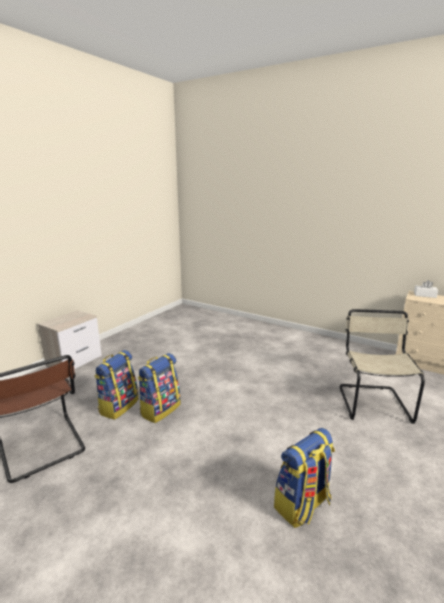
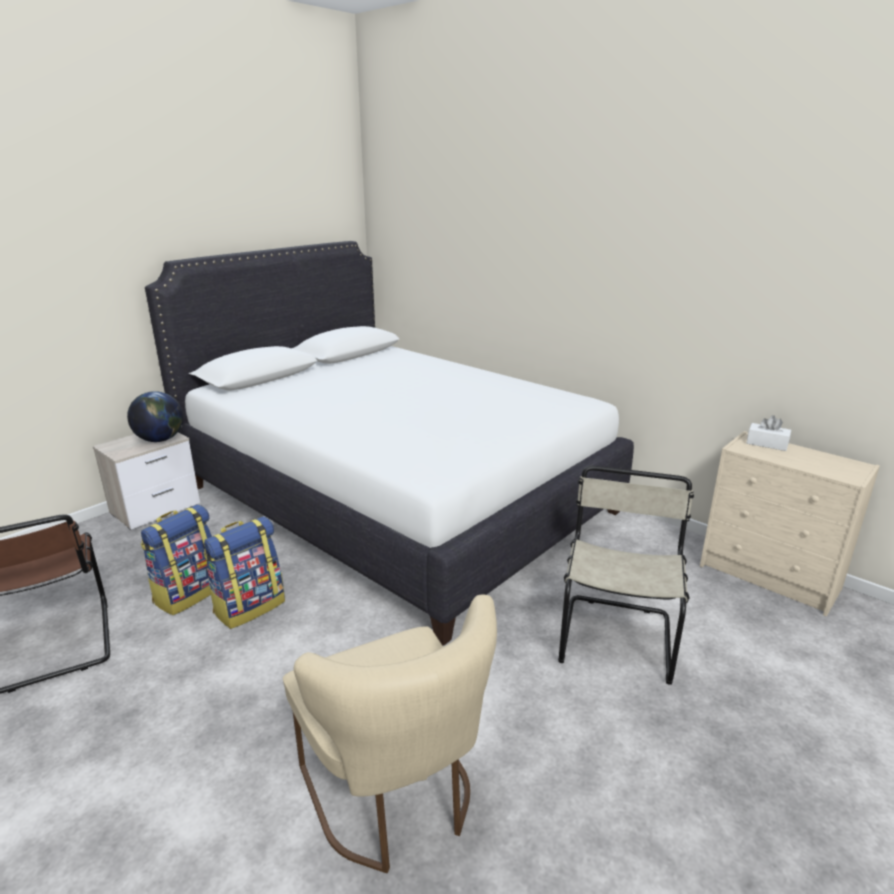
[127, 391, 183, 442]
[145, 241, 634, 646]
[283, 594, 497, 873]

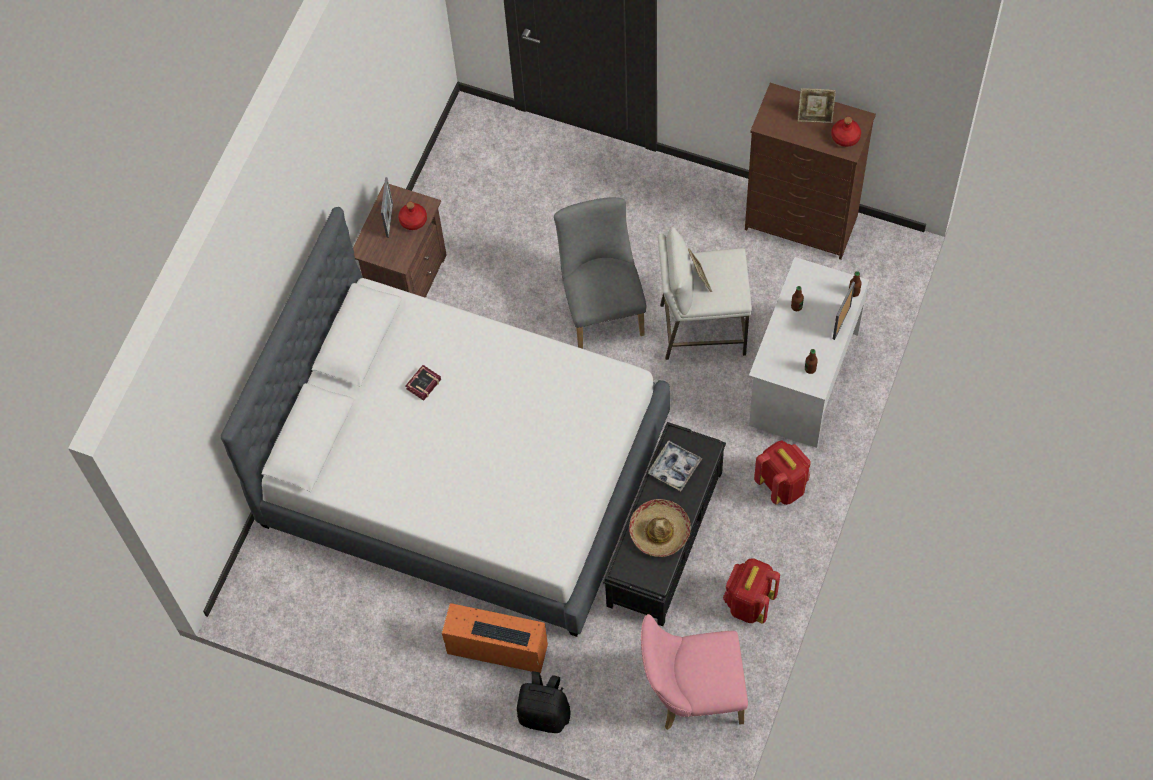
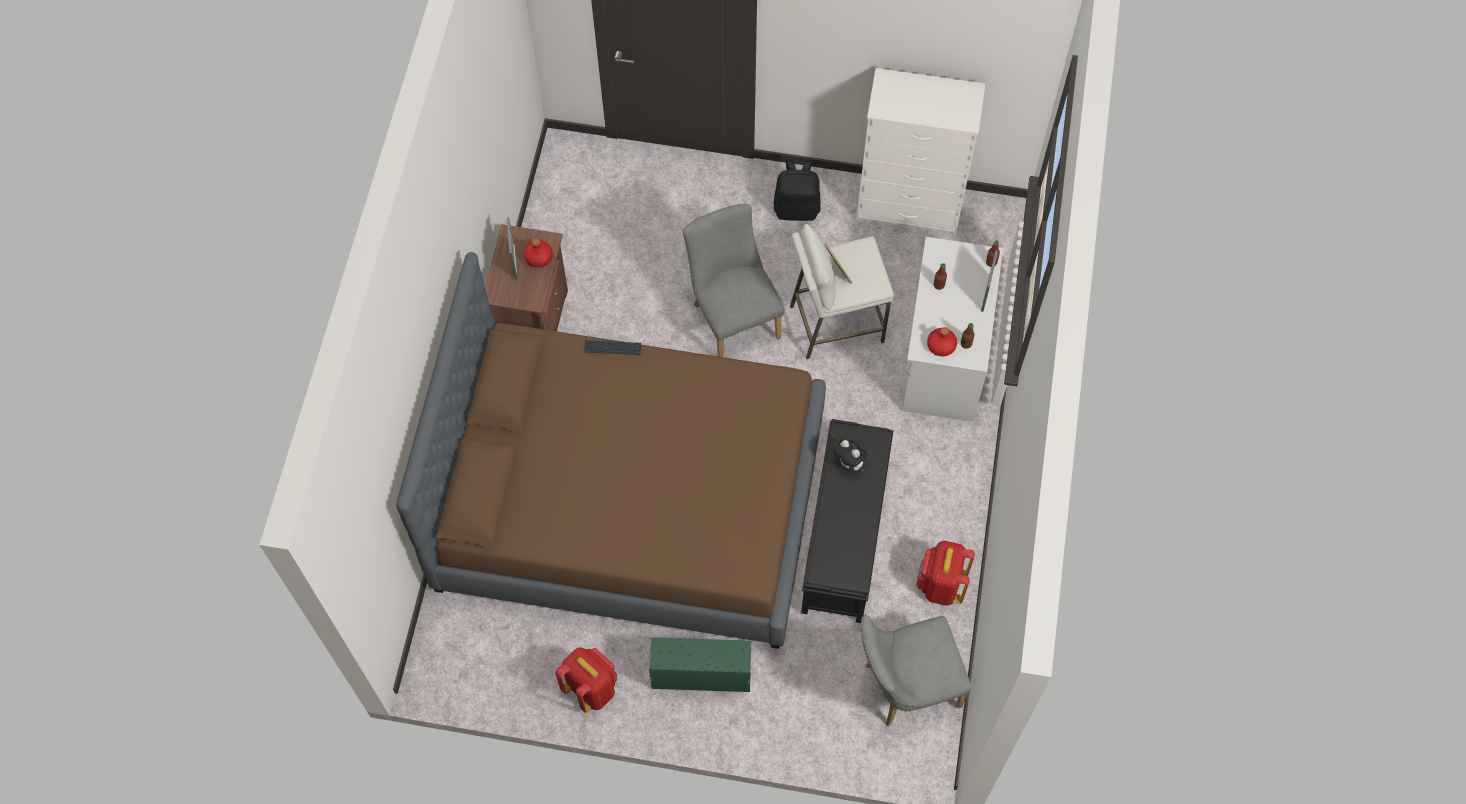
[405, 365, 441, 401] (first image)
[629, 499, 691, 557] (first image)
[798, 88, 836, 123] (first image)
[584, 340, 641, 355]
[773, 160, 821, 221]
[555, 648, 617, 713]
[927, 327, 957, 356]
[833, 439, 868, 471]
[396, 252, 826, 649]
[649, 637, 751, 692]
[861, 615, 972, 726]
[856, 68, 985, 236]

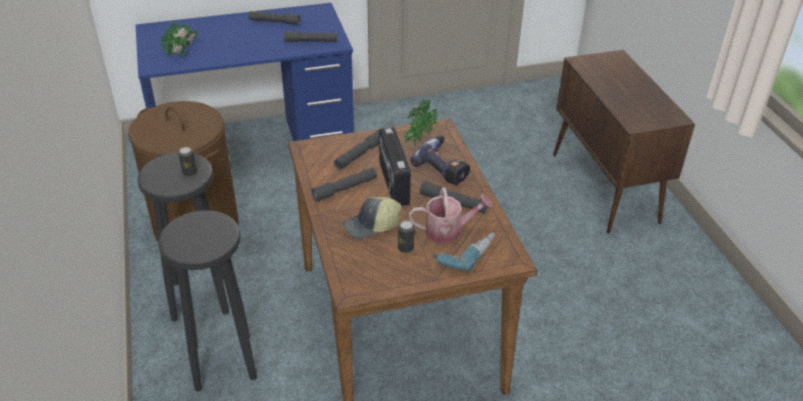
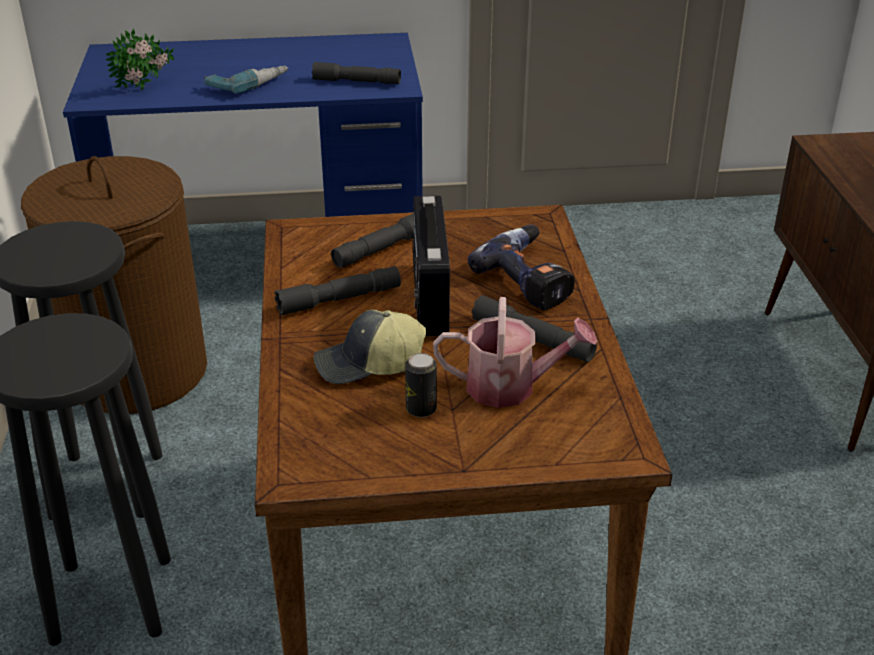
[178, 147, 197, 177] (first image)
[248, 11, 300, 25] (first image)
[404, 99, 438, 147] (first image)
[204, 66, 288, 93]

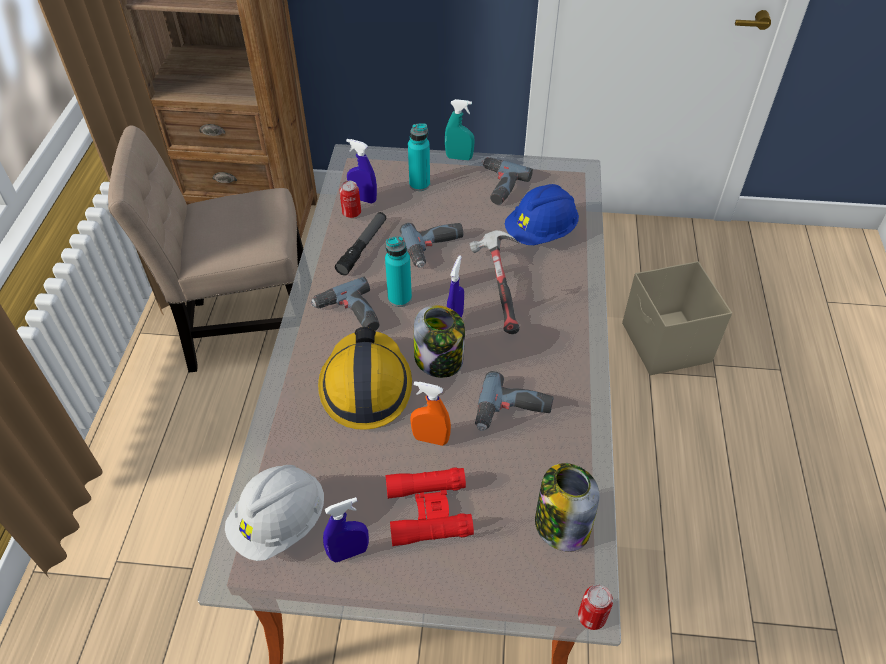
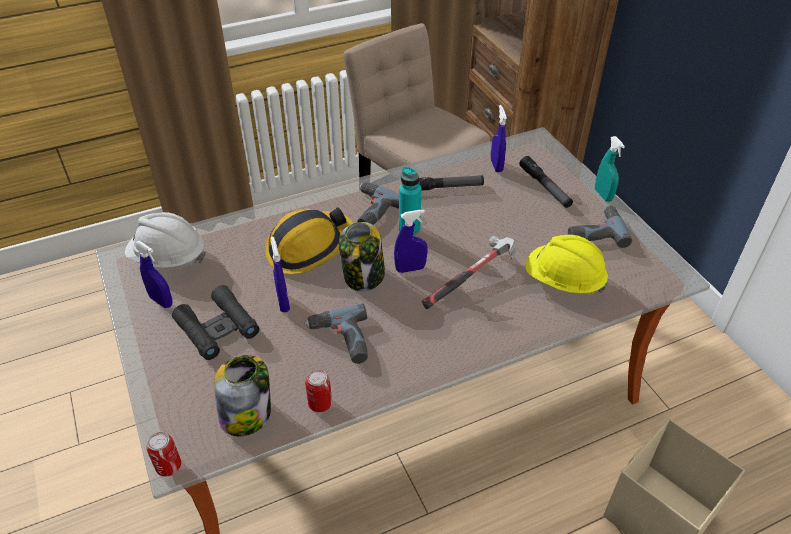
[400, 223, 464, 268] (first image)
[305, 369, 332, 412]
[519, 156, 573, 208]
[172, 285, 259, 360]
[271, 237, 290, 312]
[525, 235, 608, 294]

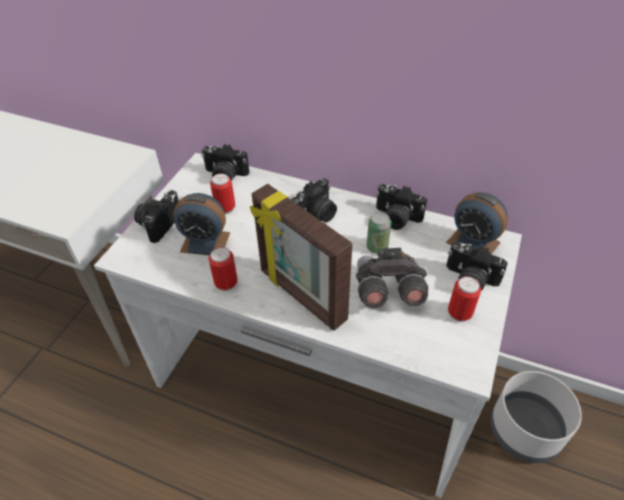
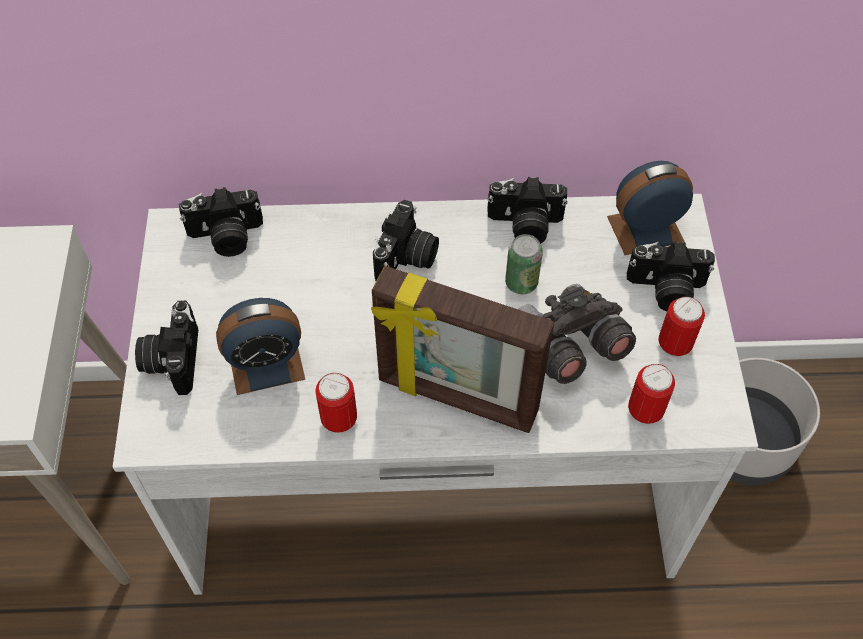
[628, 364, 675, 424]
[607, 161, 693, 255]

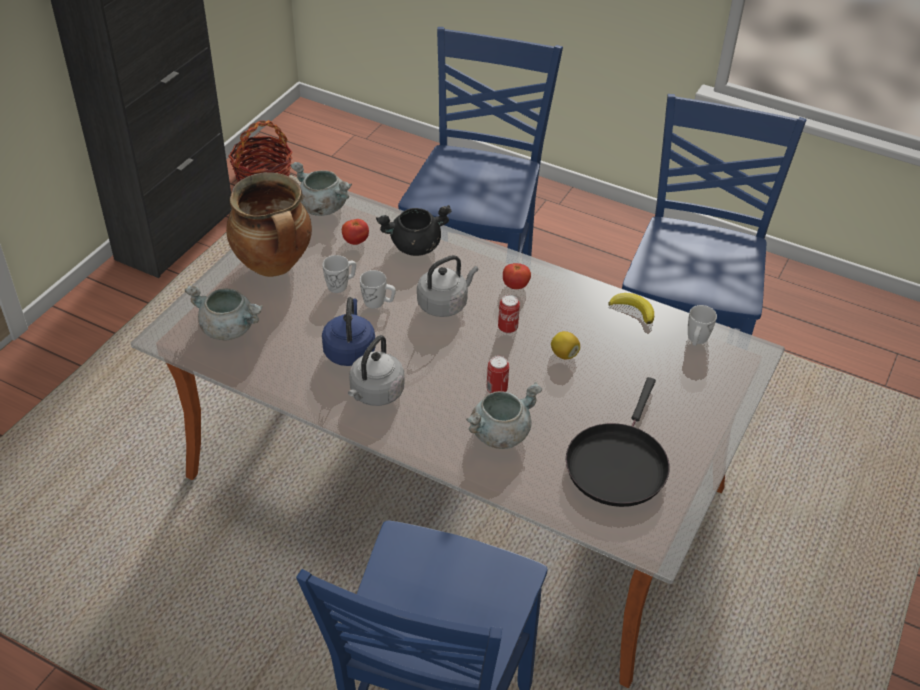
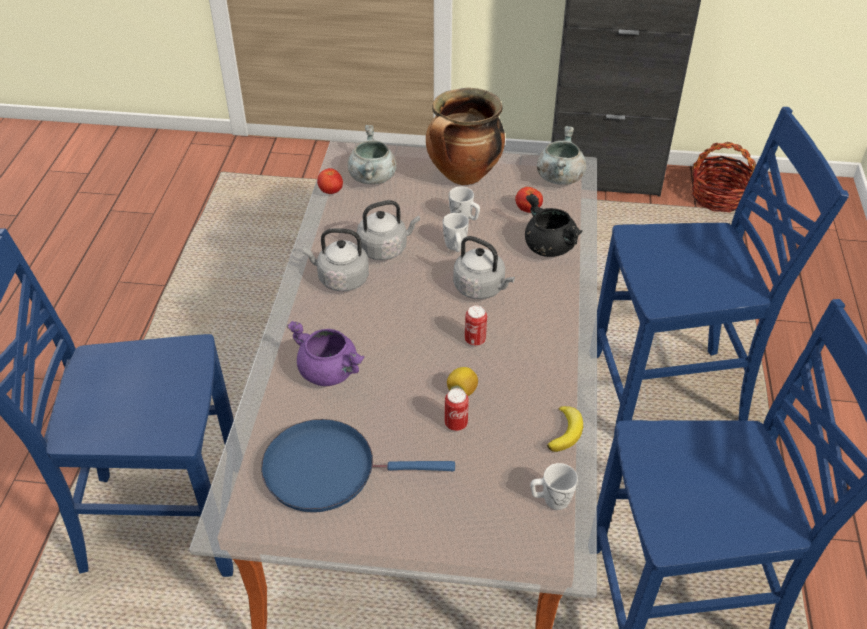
[445, 388, 469, 431]
[317, 168, 343, 194]
[356, 200, 420, 260]
[287, 321, 365, 386]
[261, 419, 455, 512]

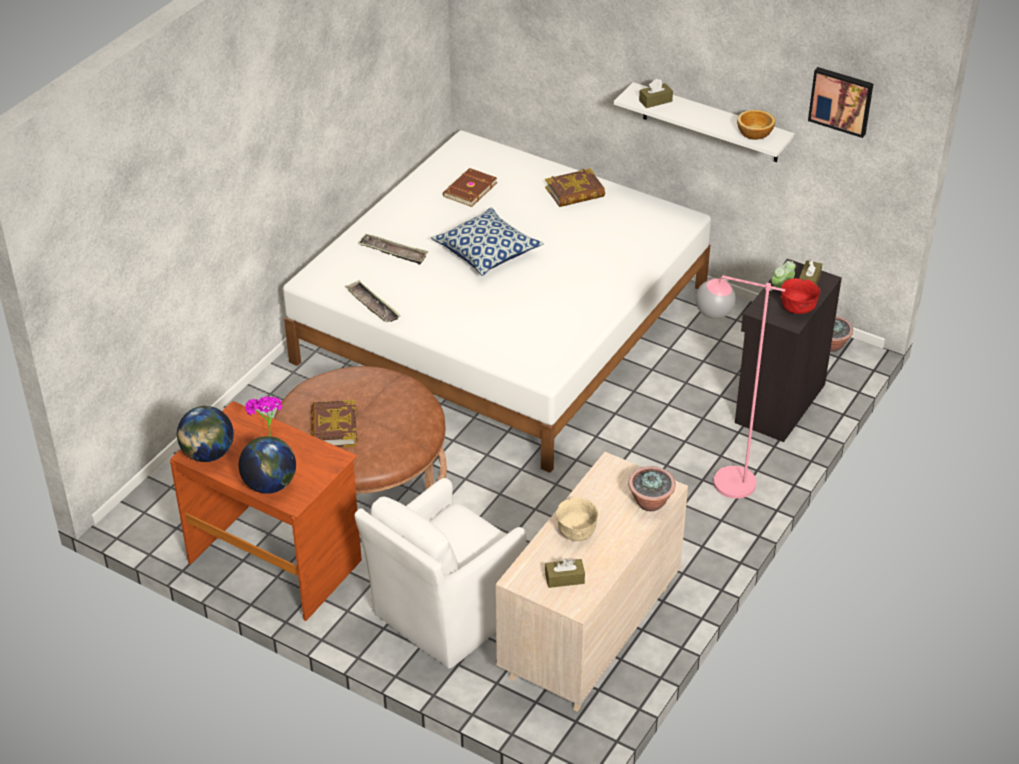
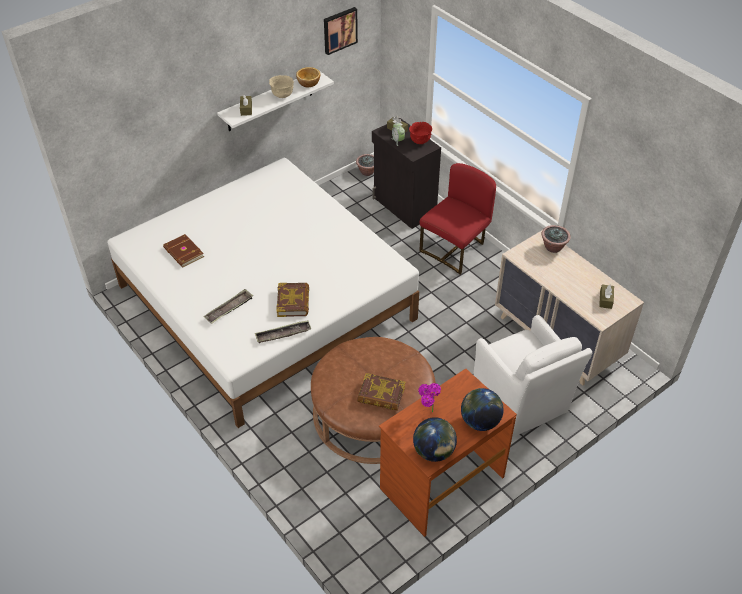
[431, 208, 544, 276] (first image)
[276, 283, 309, 317]
[269, 75, 294, 98]
[419, 163, 496, 275]

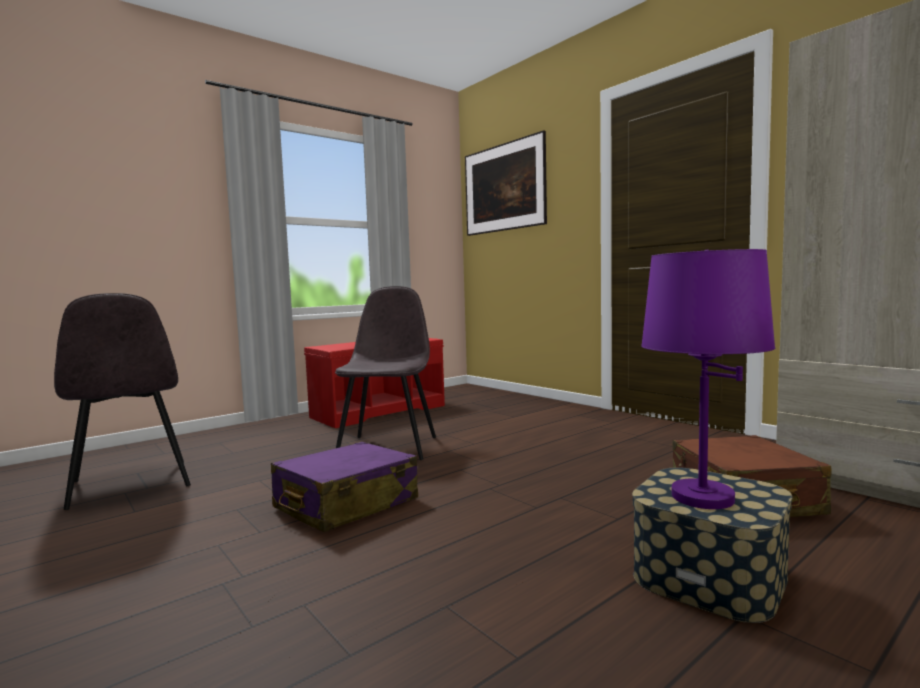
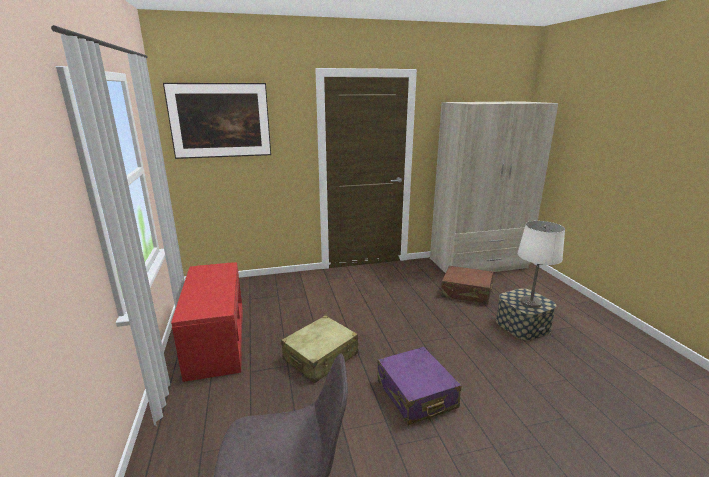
[281, 315, 358, 383]
[517, 221, 565, 308]

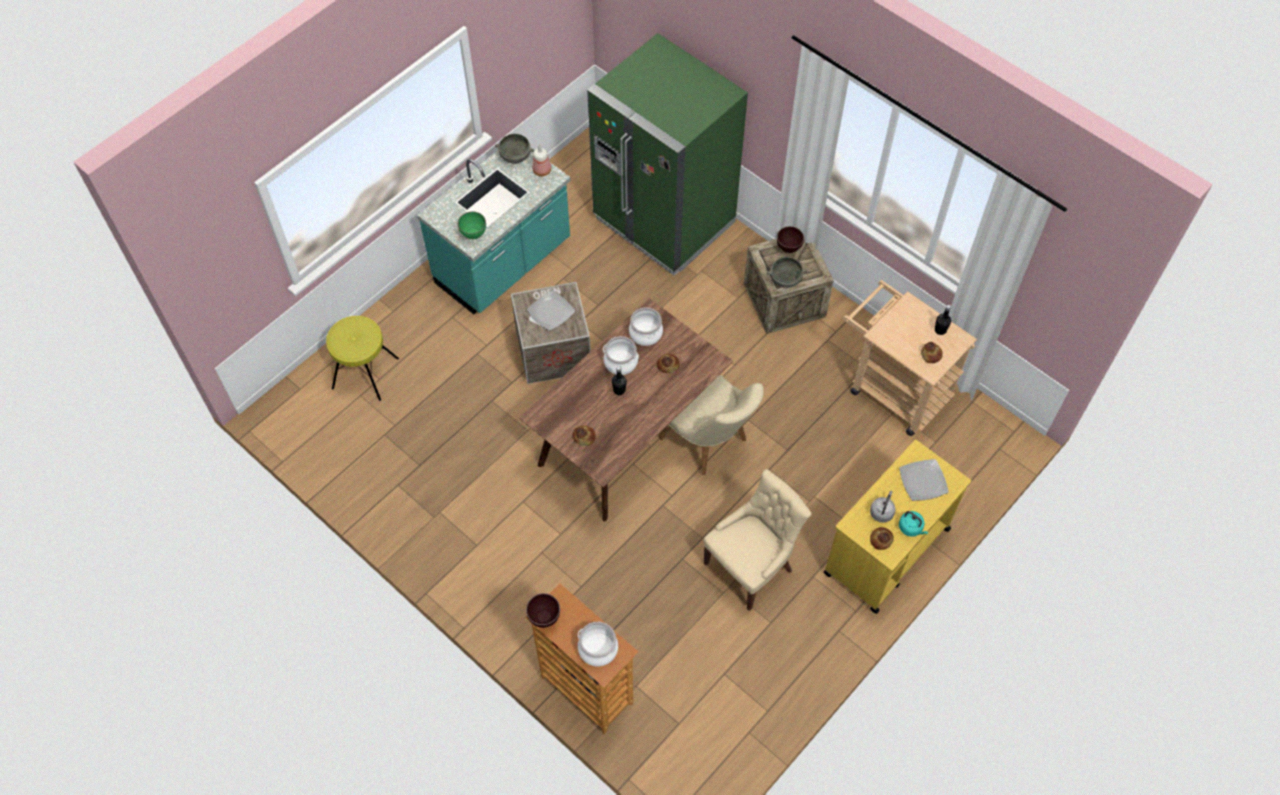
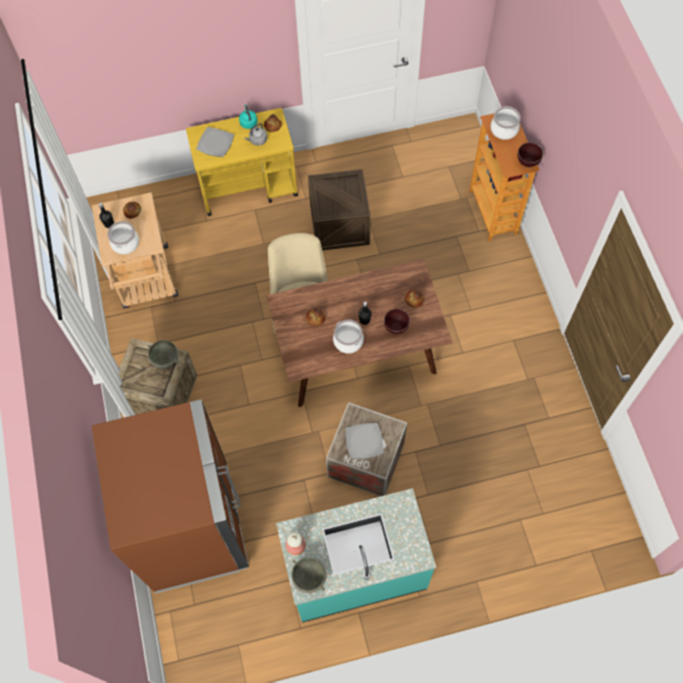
[326, 316, 399, 401] (first image)
[458, 212, 486, 239] (first image)
[107, 221, 139, 254]
[384, 309, 410, 334]
[308, 169, 371, 250]
[92, 399, 249, 594]

